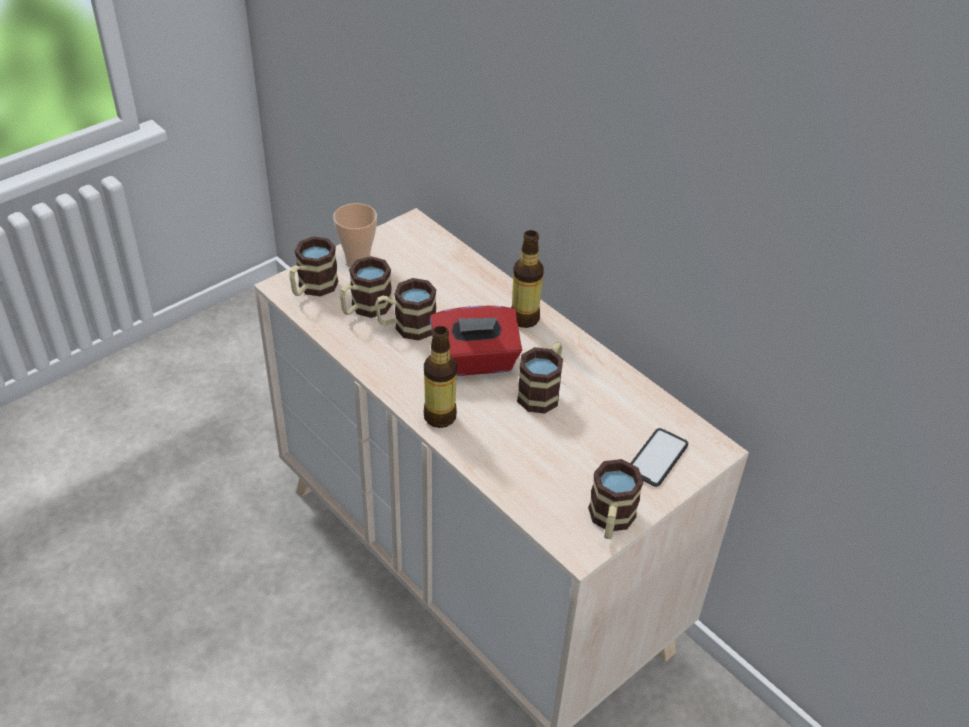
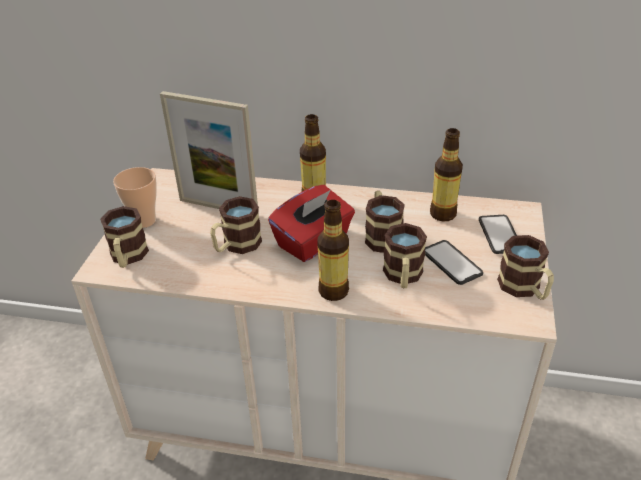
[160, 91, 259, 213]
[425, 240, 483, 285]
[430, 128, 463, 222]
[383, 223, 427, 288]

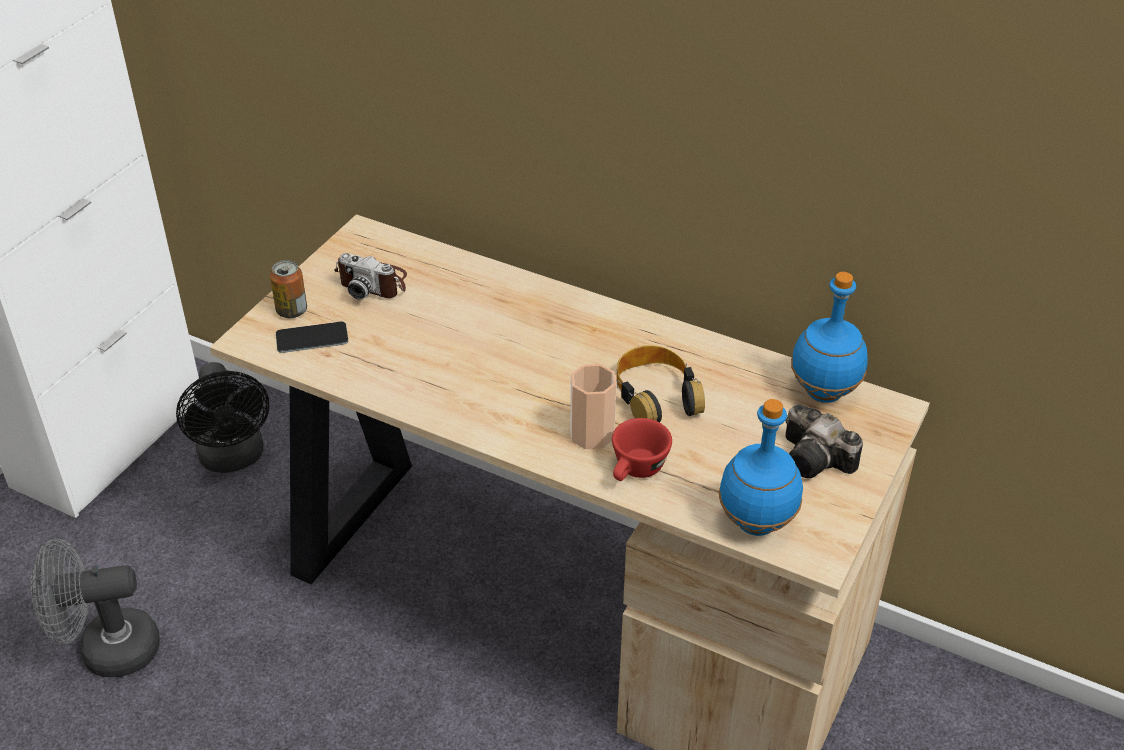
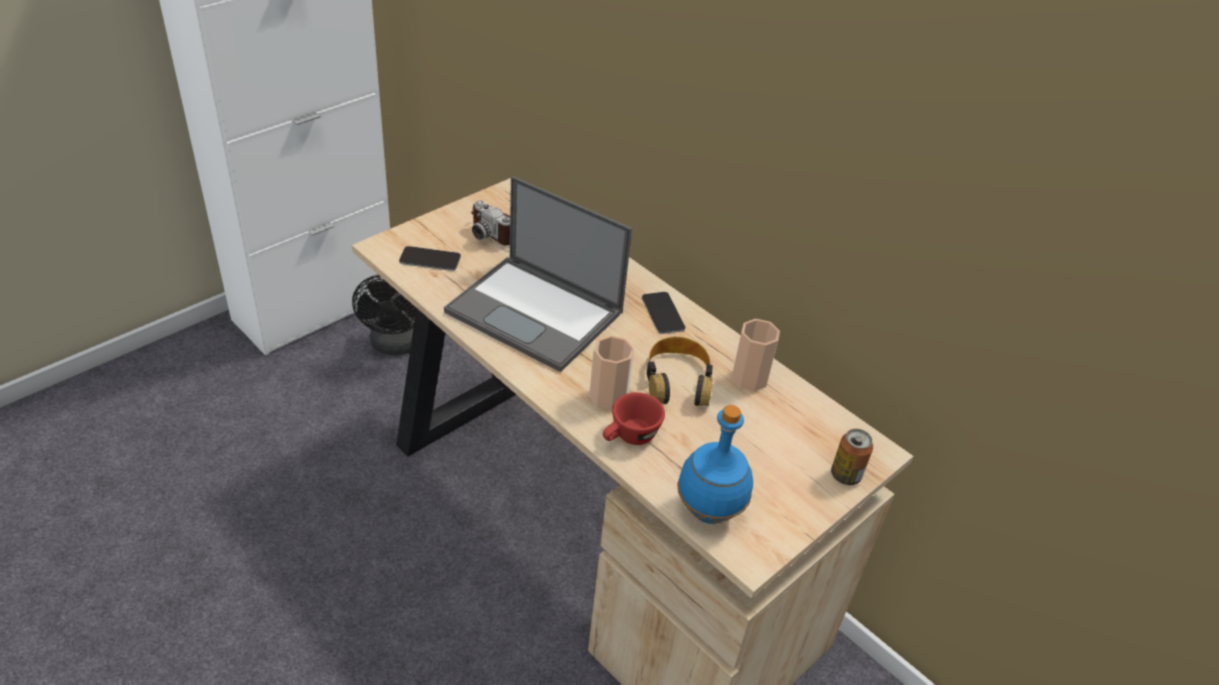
[31, 539, 160, 677] (first image)
[785, 404, 863, 478] (first image)
[791, 272, 868, 403] (first image)
[444, 176, 632, 372]
[642, 292, 685, 334]
[731, 319, 780, 391]
[831, 429, 873, 485]

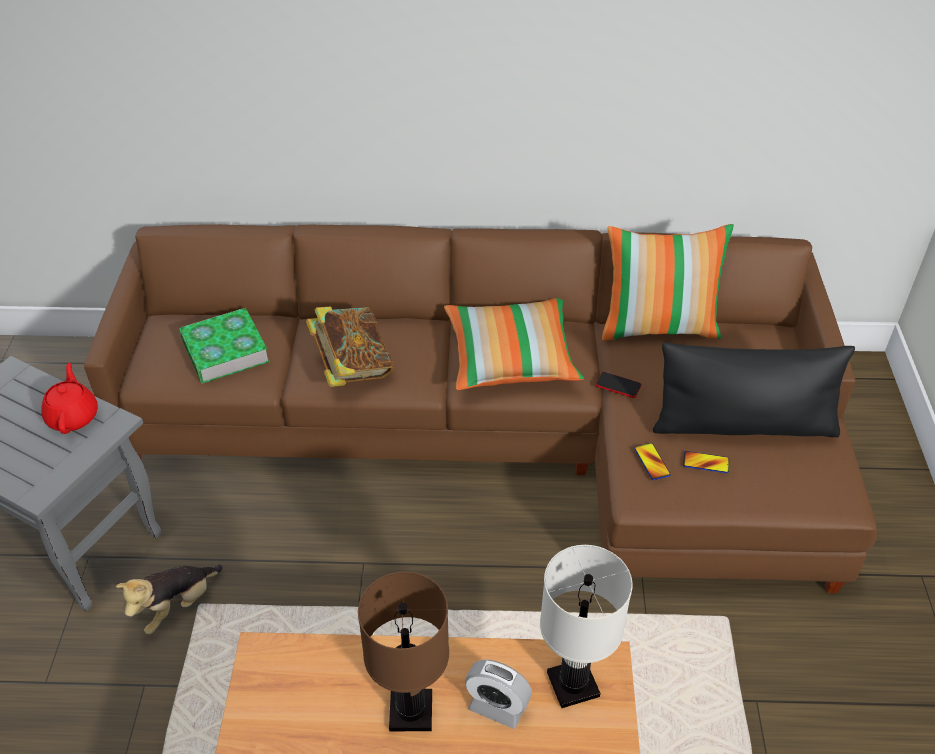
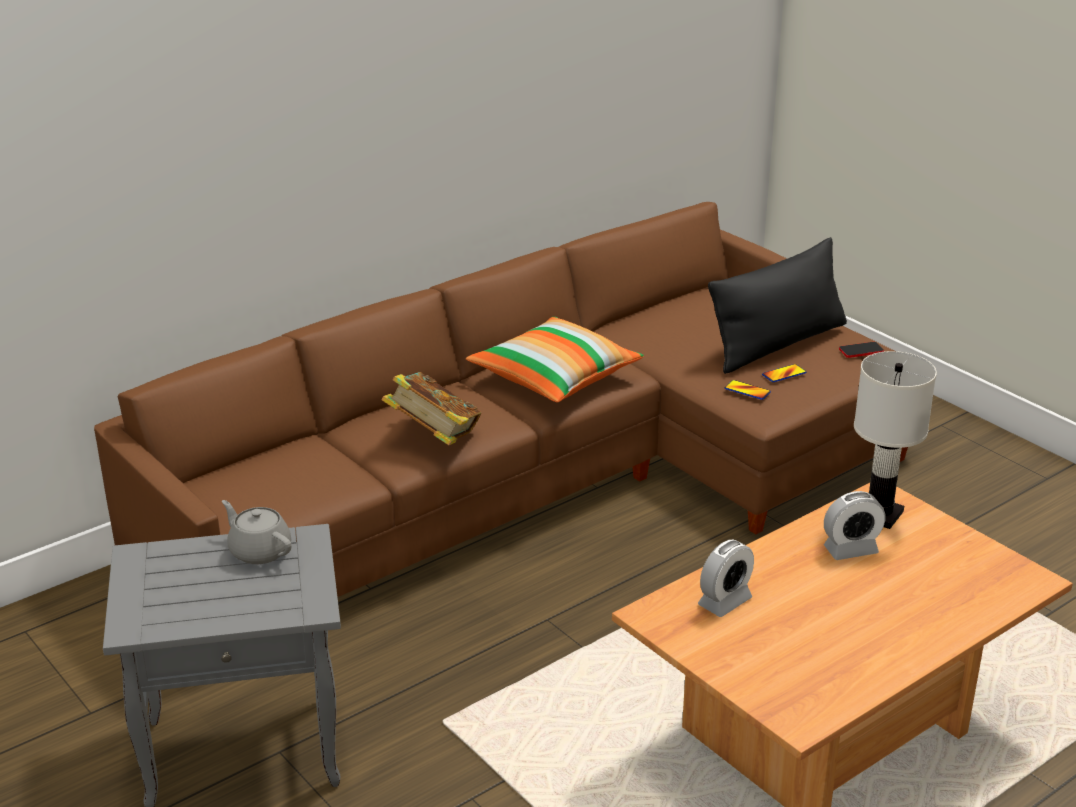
[116, 564, 223, 634] (first image)
[179, 308, 270, 383] (first image)
[358, 572, 449, 731] (first image)
[602, 224, 734, 341] (first image)
[698, 539, 754, 617]
[839, 342, 884, 358]
[222, 500, 292, 564]

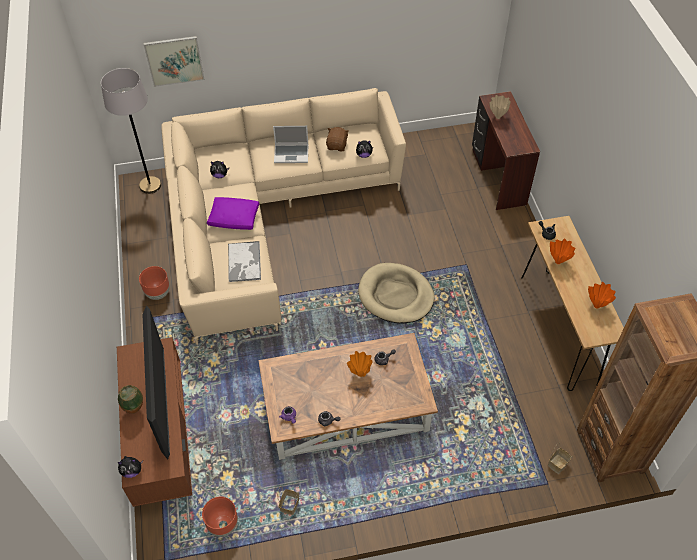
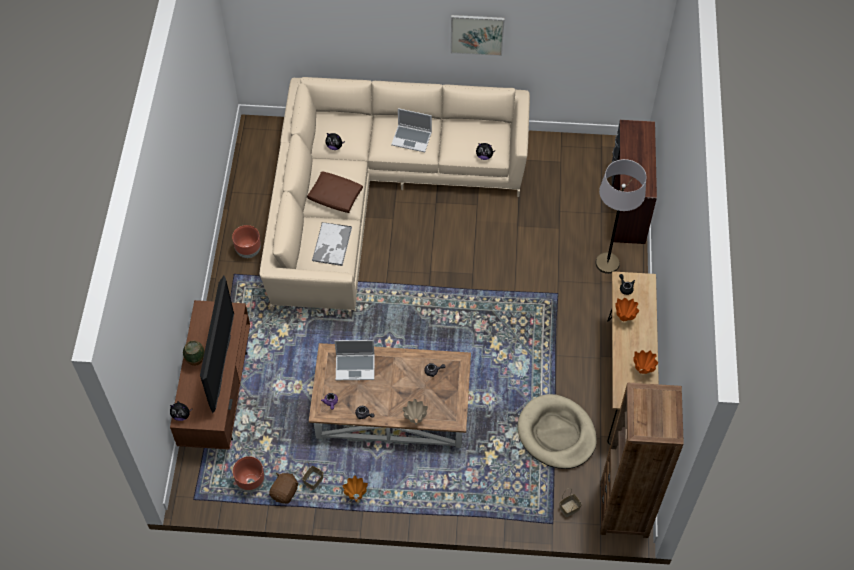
[335, 340, 374, 380]
[595, 159, 646, 274]
[450, 15, 505, 56]
[269, 473, 299, 504]
[343, 476, 368, 502]
[517, 394, 597, 469]
[403, 399, 428, 425]
[307, 171, 363, 213]

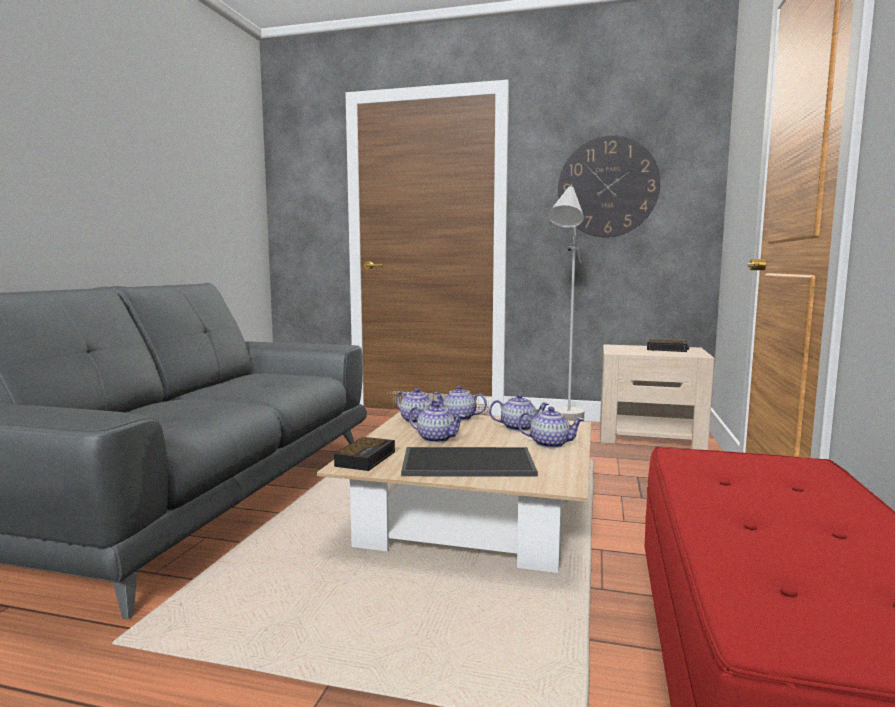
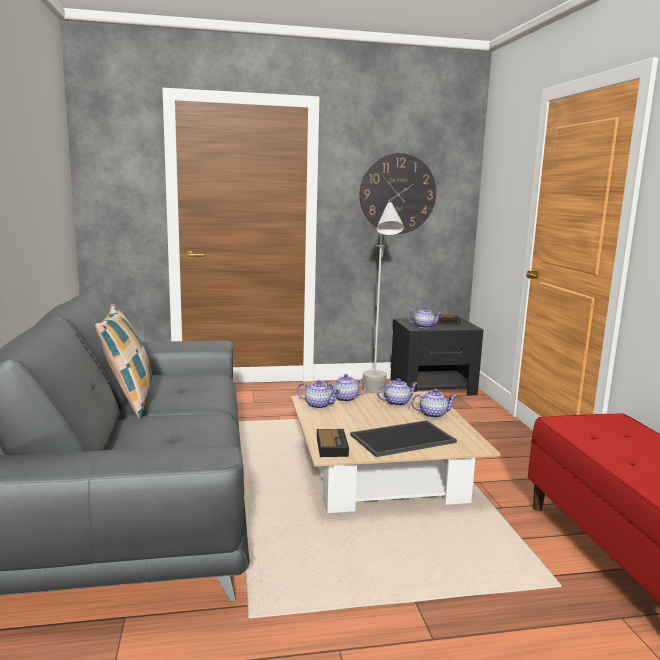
[95, 304, 152, 419]
[407, 307, 442, 328]
[390, 318, 483, 396]

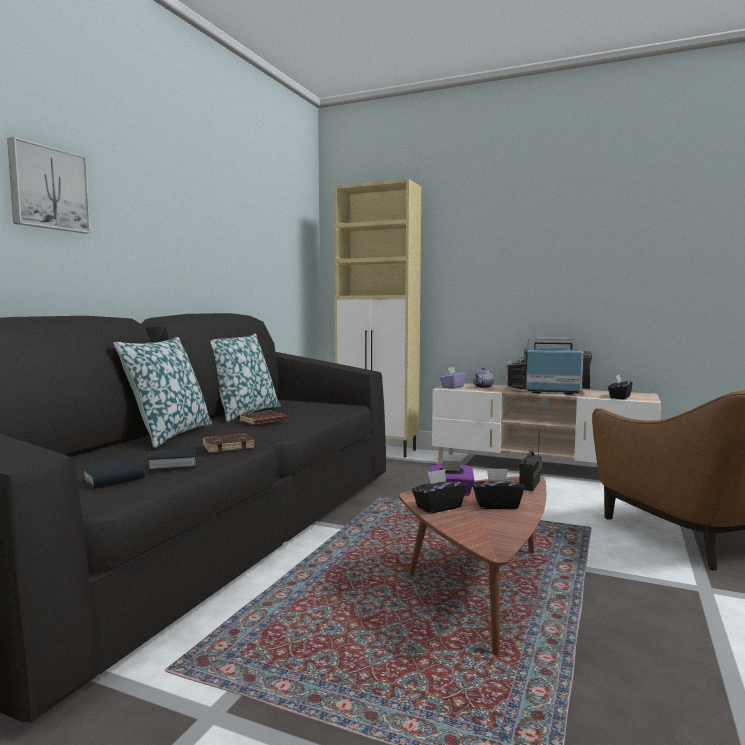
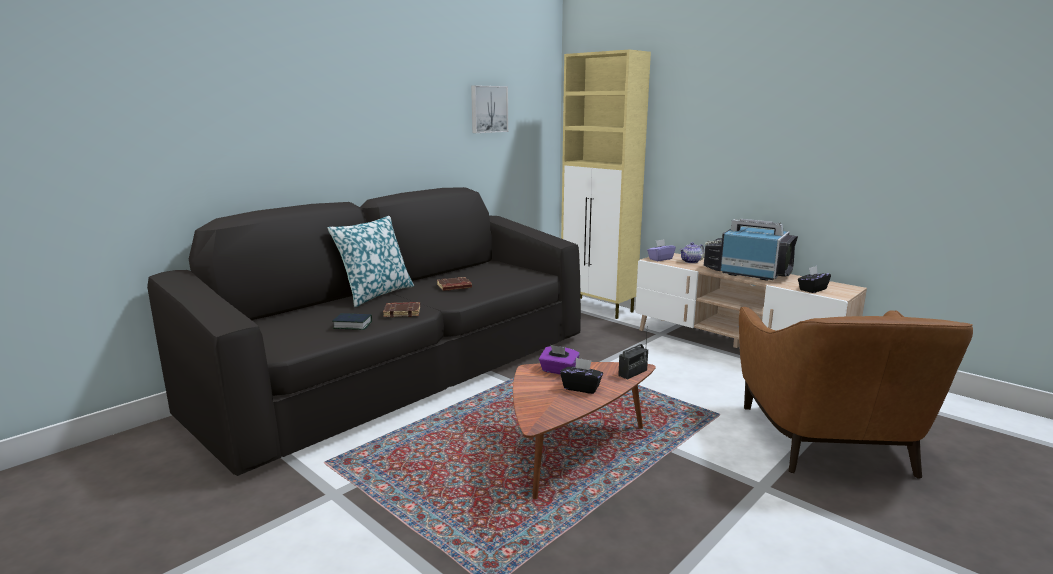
[82, 459, 145, 489] (first image)
[211, 334, 281, 422] (first image)
[412, 469, 466, 514] (first image)
[471, 85, 508, 133]

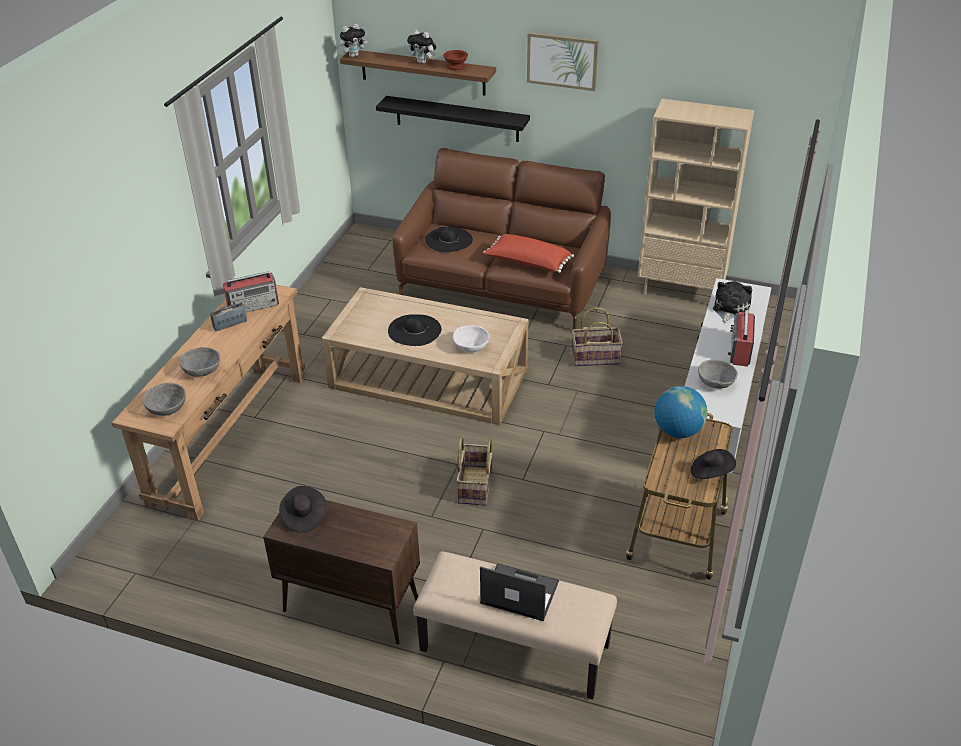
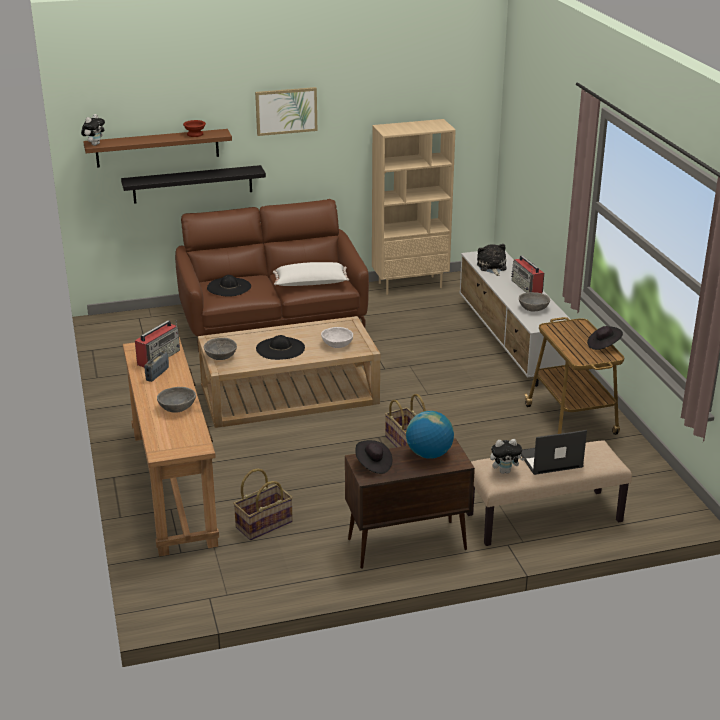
[204, 338, 237, 360]
[490, 439, 525, 474]
[233, 468, 293, 540]
[406, 411, 454, 459]
[273, 262, 349, 286]

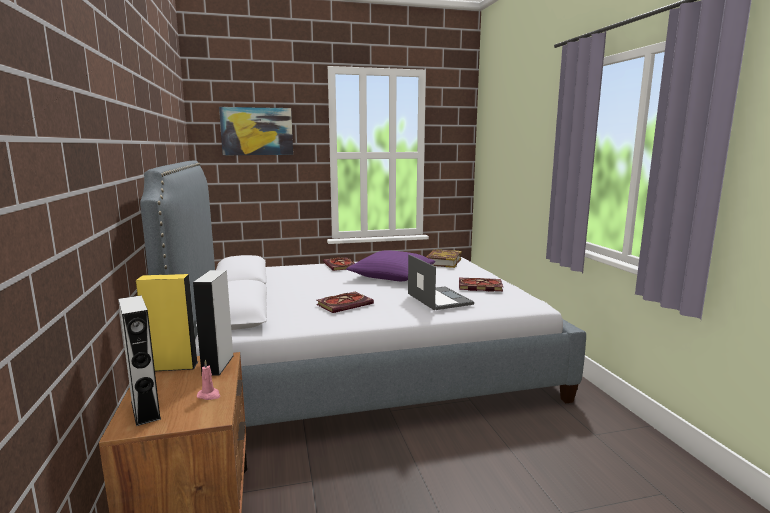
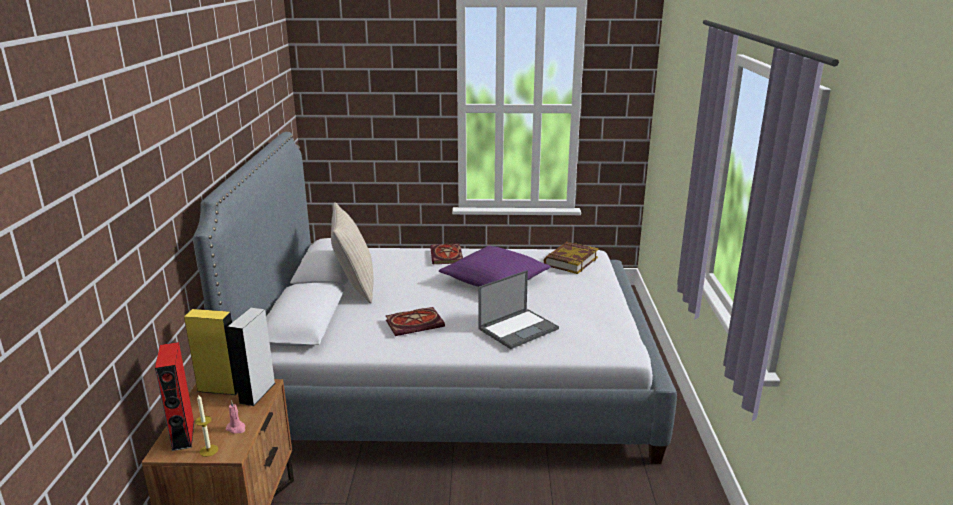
[219, 107, 293, 155] (first image)
[459, 278, 503, 292] (first image)
[195, 394, 218, 457]
[331, 202, 374, 304]
[155, 342, 195, 451]
[478, 270, 559, 349]

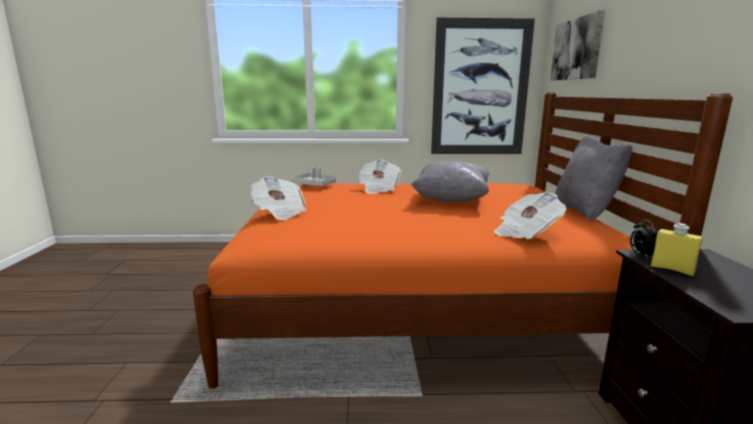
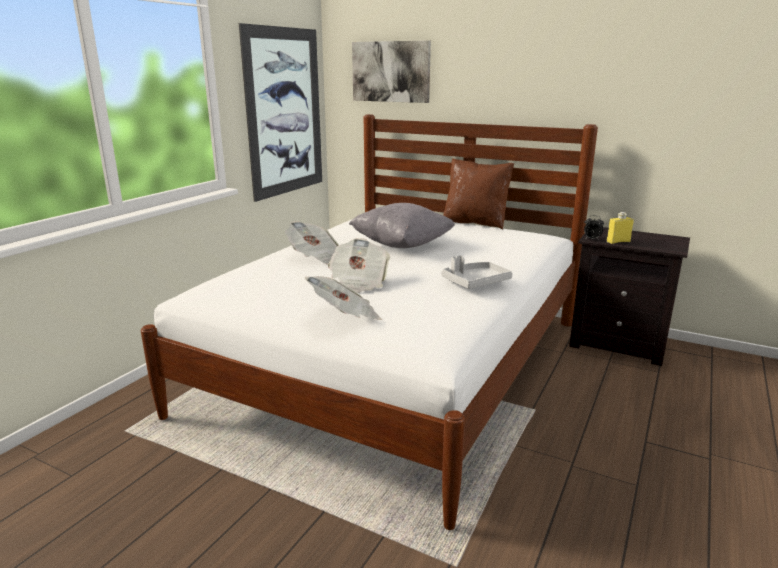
[442, 255, 513, 289]
[328, 238, 390, 293]
[141, 114, 598, 530]
[443, 158, 514, 229]

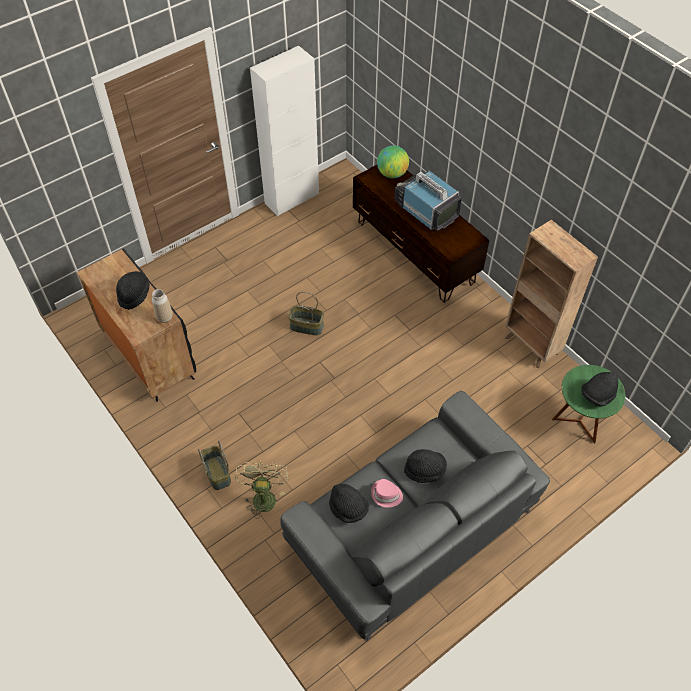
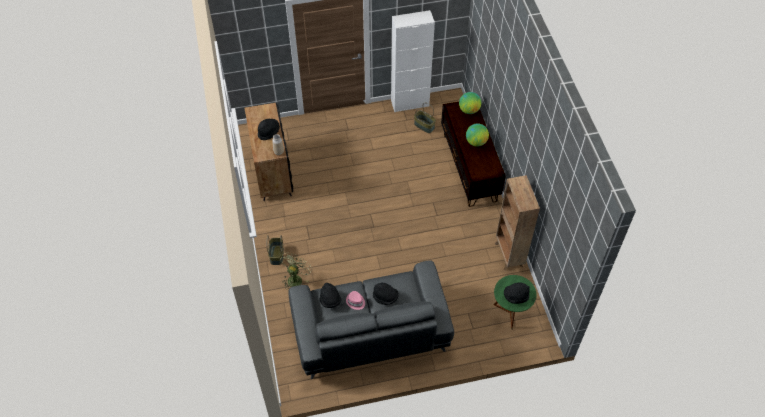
[414, 103, 436, 133]
[466, 123, 489, 147]

